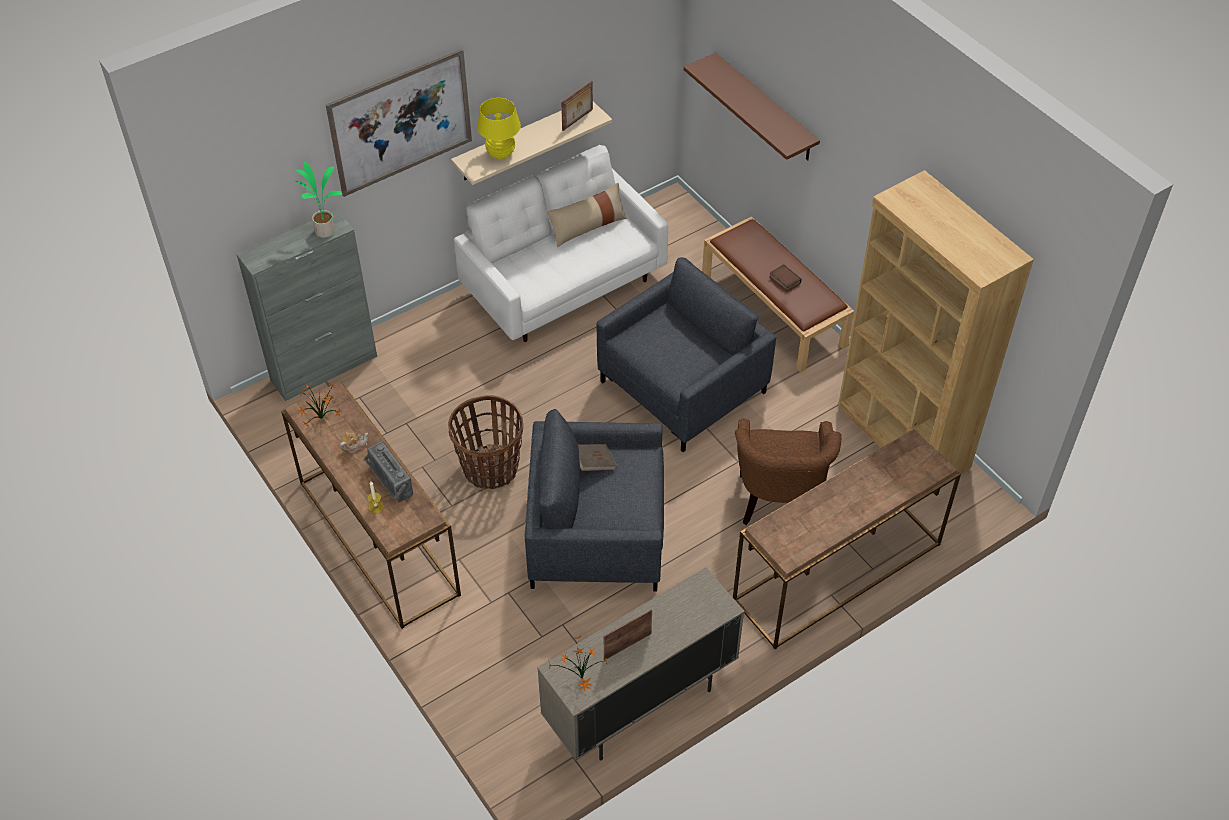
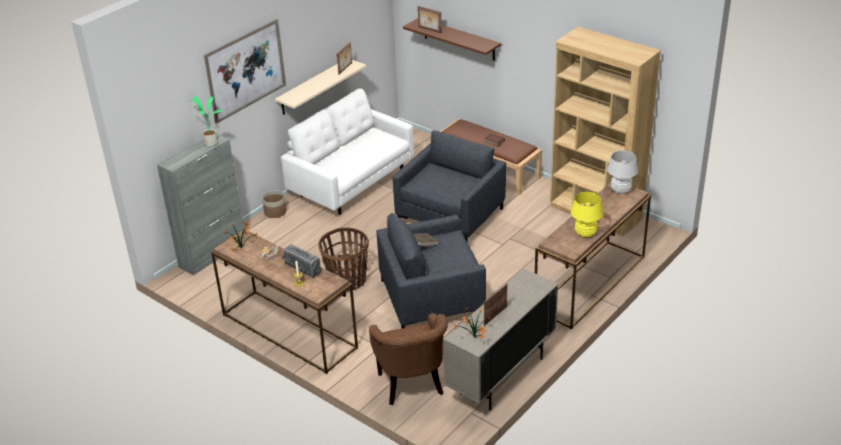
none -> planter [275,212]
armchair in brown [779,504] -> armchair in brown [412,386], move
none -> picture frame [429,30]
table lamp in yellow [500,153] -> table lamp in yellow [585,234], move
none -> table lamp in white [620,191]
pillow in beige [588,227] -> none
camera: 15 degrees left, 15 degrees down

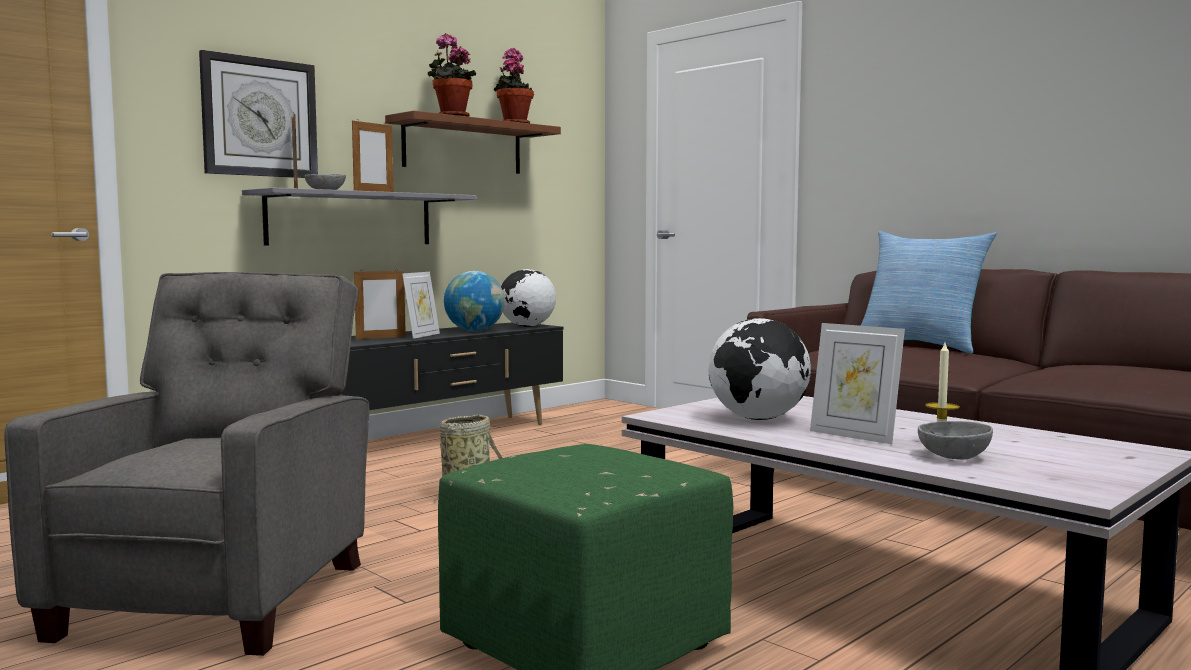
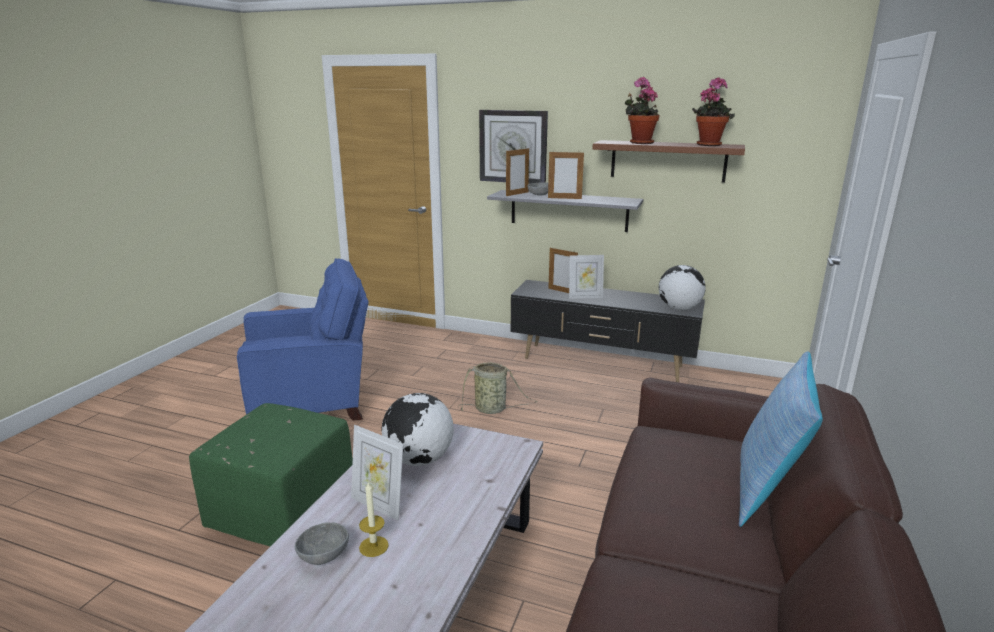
armchair in grey [221,597] -> armchair in blue [312,404]
picture frame [854,436] -> picture frame [378,505], 75 degrees counterclockwise
globe [475,331] -> none
camera: 65 degrees right, 15 degrees up

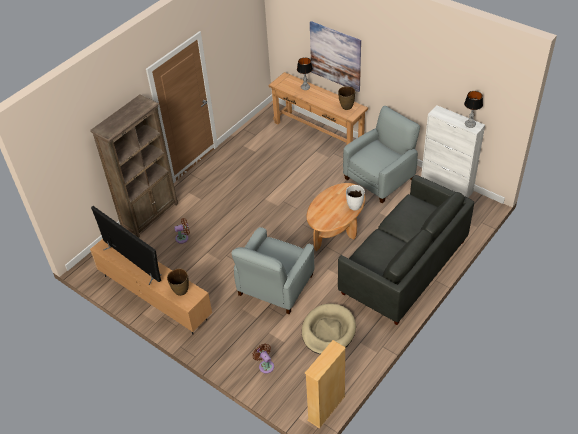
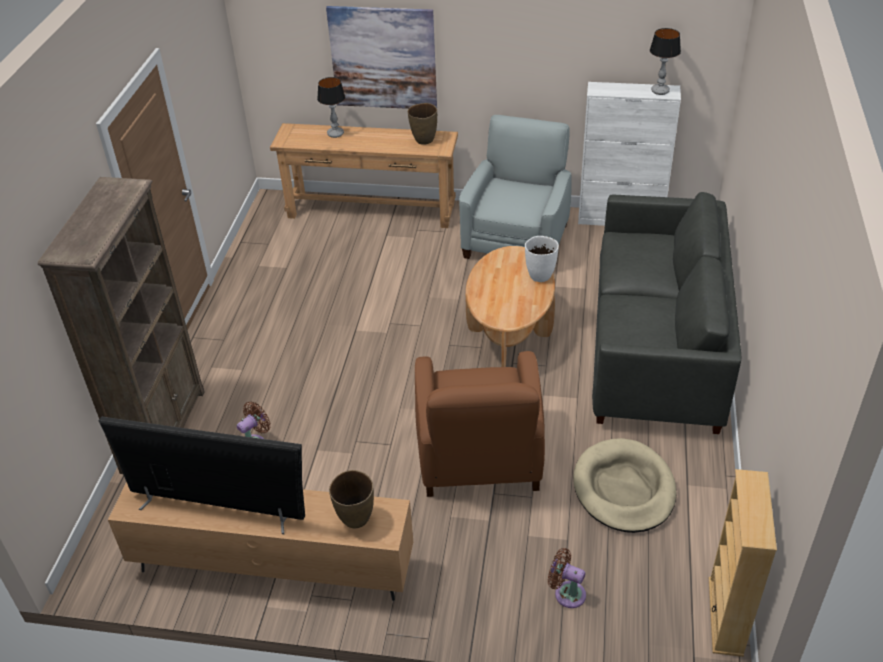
armchair in grey [275,286] -> armchair in brown [479,455]
camera: 30 degrees left, 5 degrees down

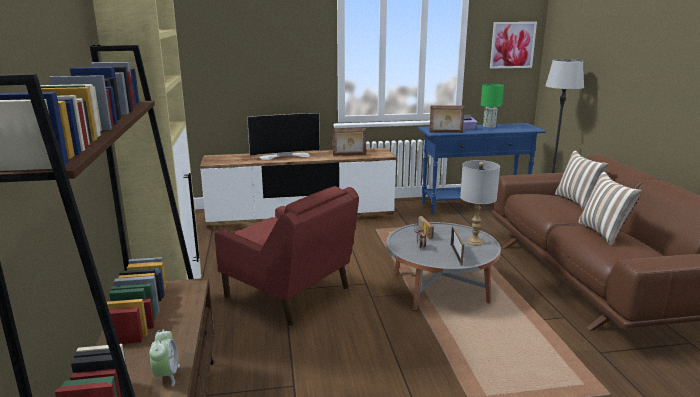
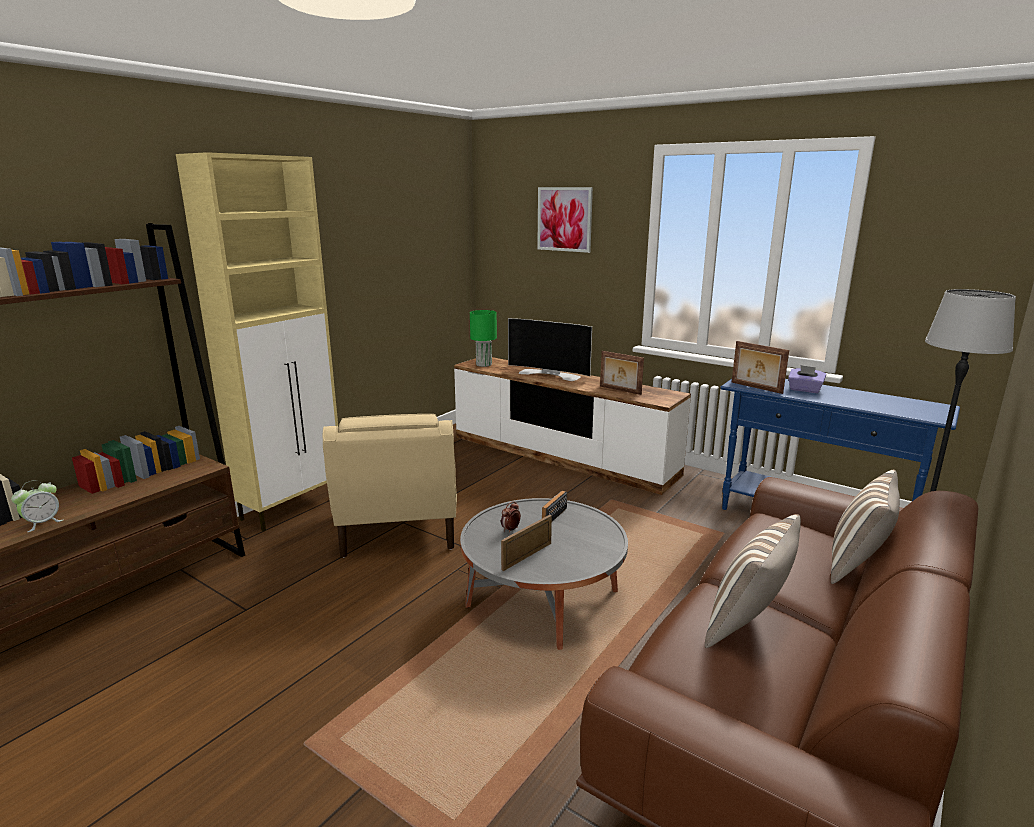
armchair in red [289,294] -> armchair in beige [398,528]
table lamp in green [489,126] -> table lamp in green [484,364], move
picture [512,45] -> picture [564,219], move
table lamp in grey [474,242] -> none
camera: 45 degrees right, 0 degrees up

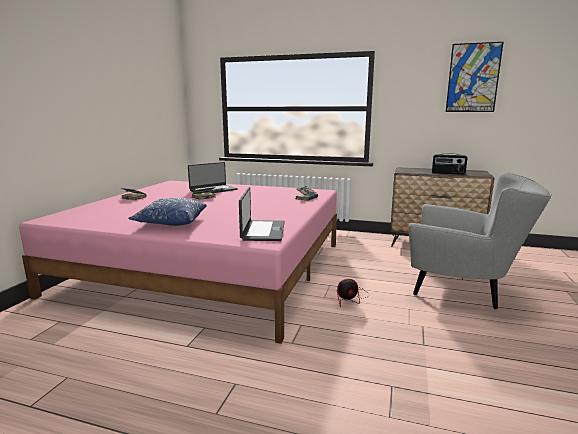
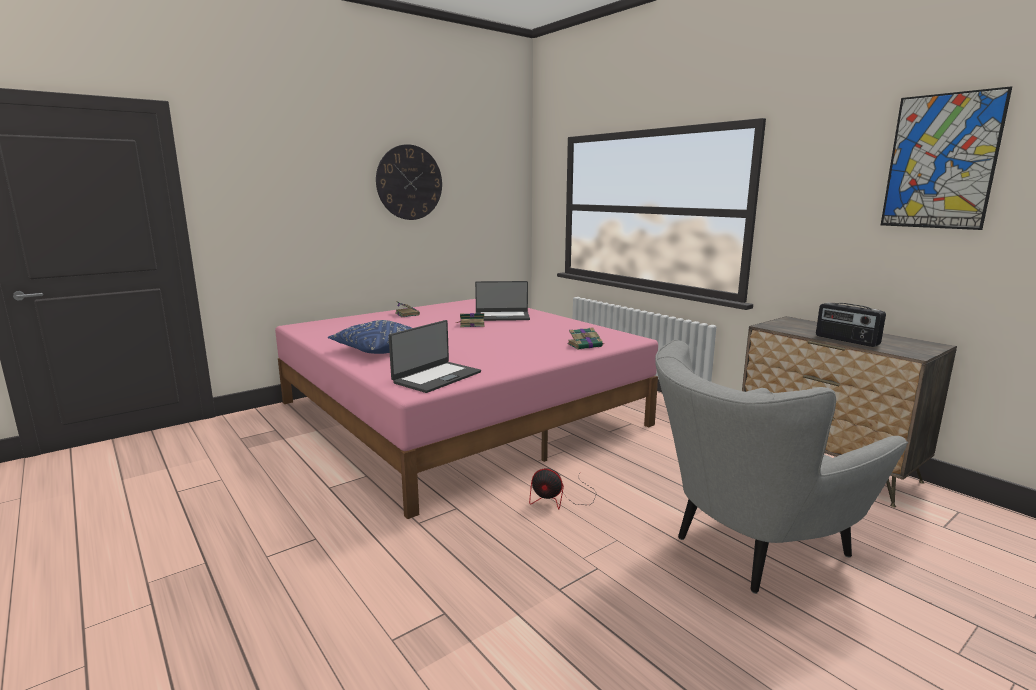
none -> wall clock [409,182]
armchair in grey [464,291] -> armchair in grey [750,548], 90 degrees clockwise
camera: 35 degrees right, 0 degrees up

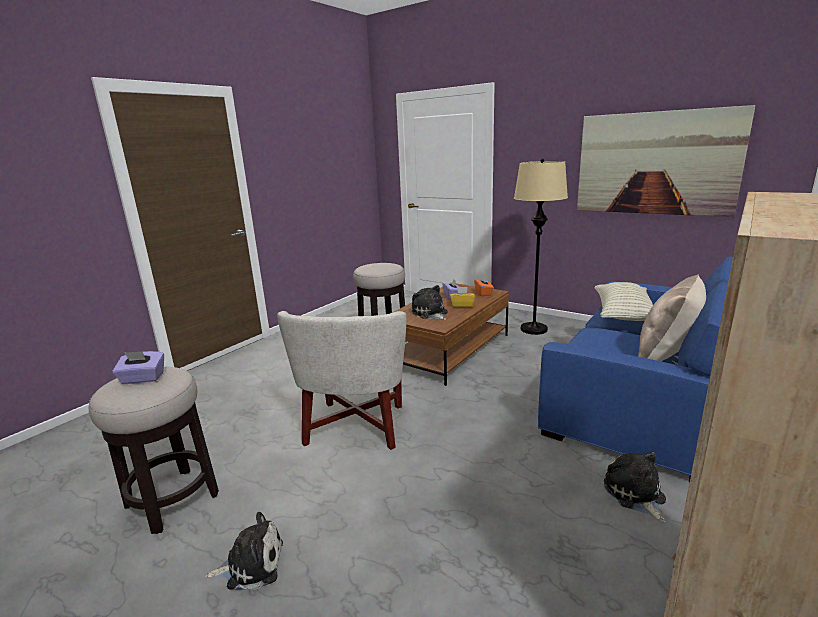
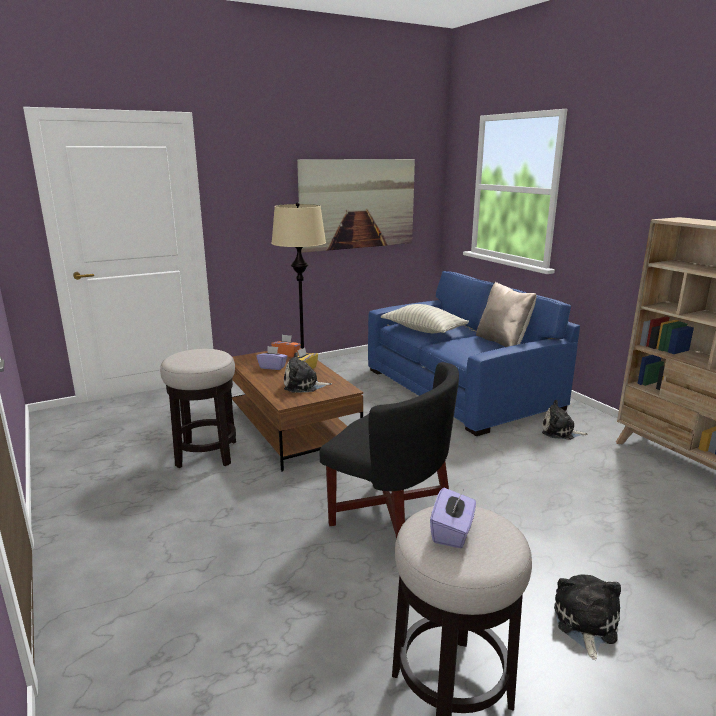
armchair in white [355,426] -> armchair in black [391,517]
camera: 65 degrees left, 0 degrees up

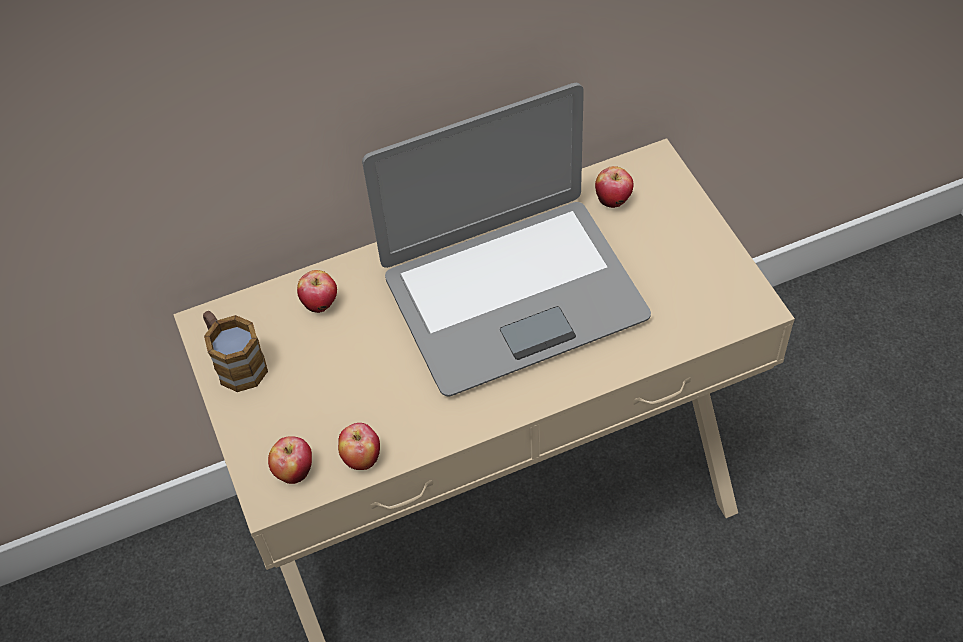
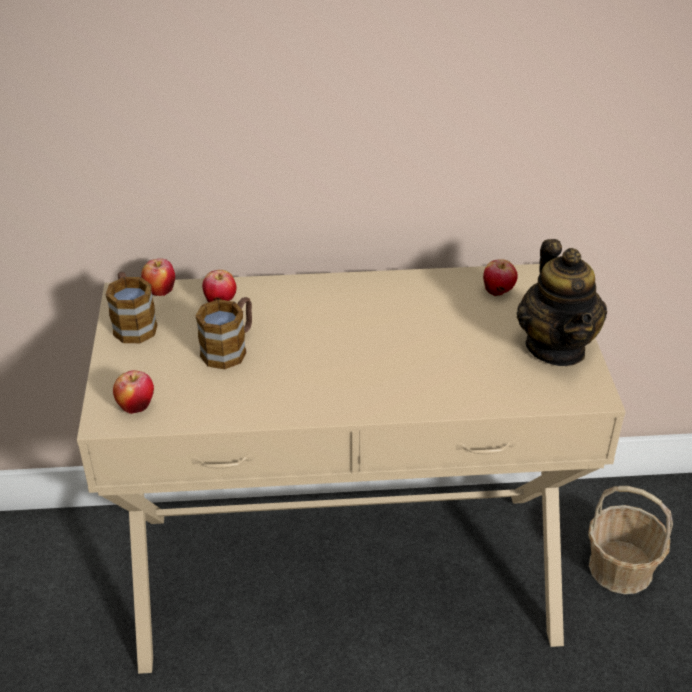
apple [361,458] -> apple [160,291], move
none -> mug [230,348]
none -> teapot [556,347]
none -> basket [621,568]
laptop [513,294] -> none
camera: 15 degrees right, 15 degrees down

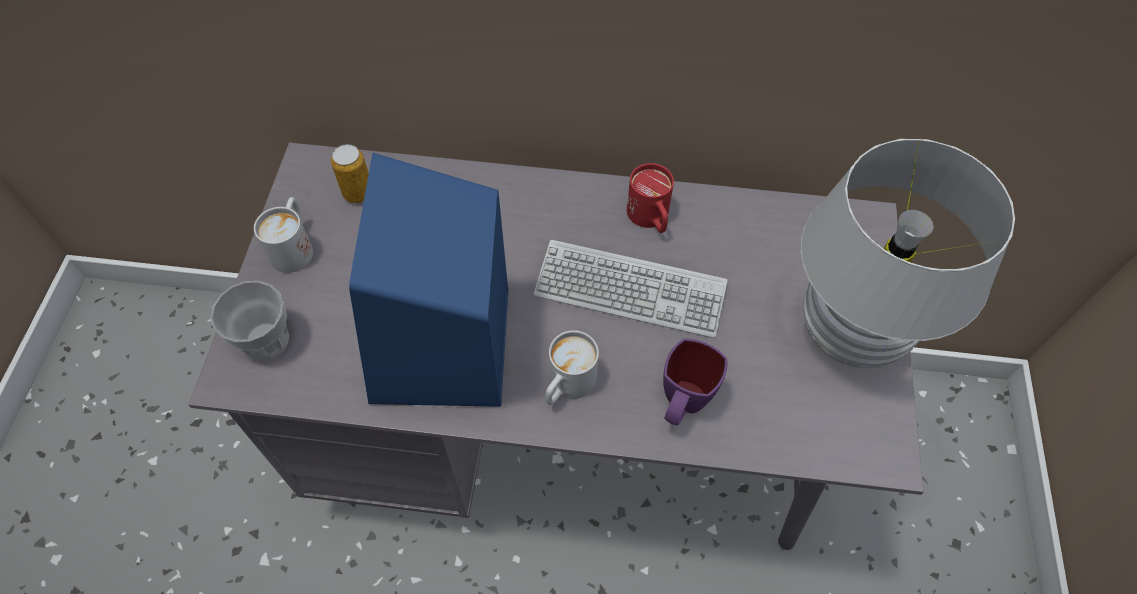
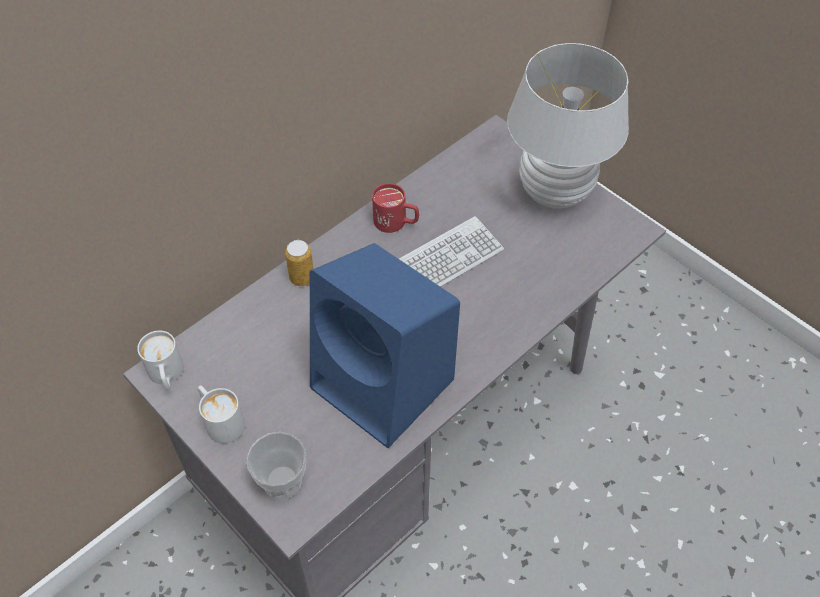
mug in white [566,386] -> mug in white [167,376], move
can [358,193] -> can [302,278], move
mug in purple [682,405] -> none
camera: 50 degrees left, 5 degrees down

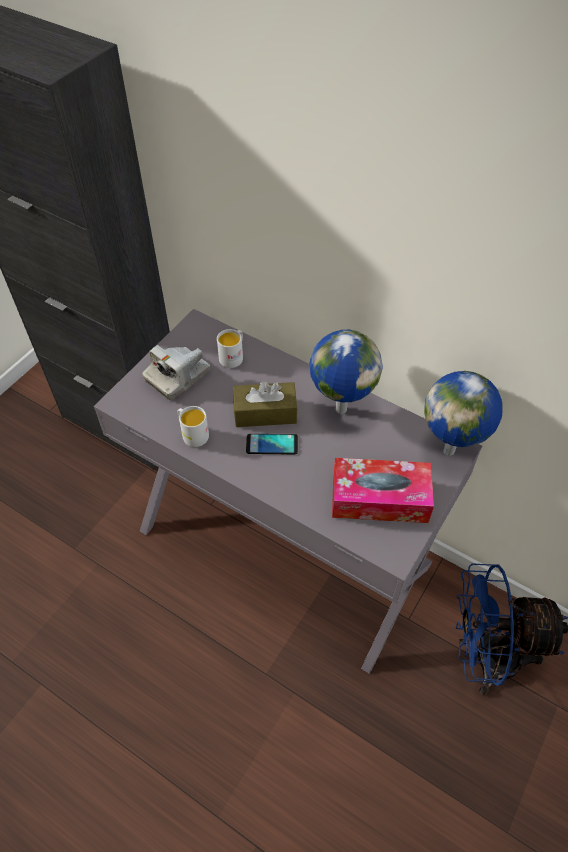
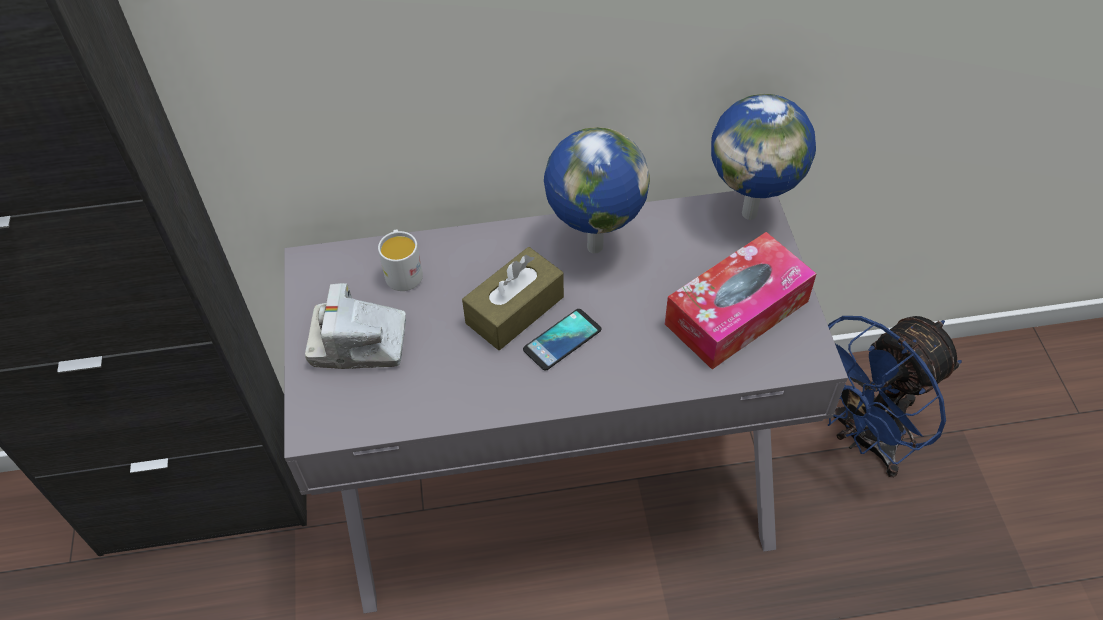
photo camera [177,376] -> photo camera [359,343], 90 degrees clockwise
mug in white [192,433] -> none
camera: 40 degrees left, 0 degrees up

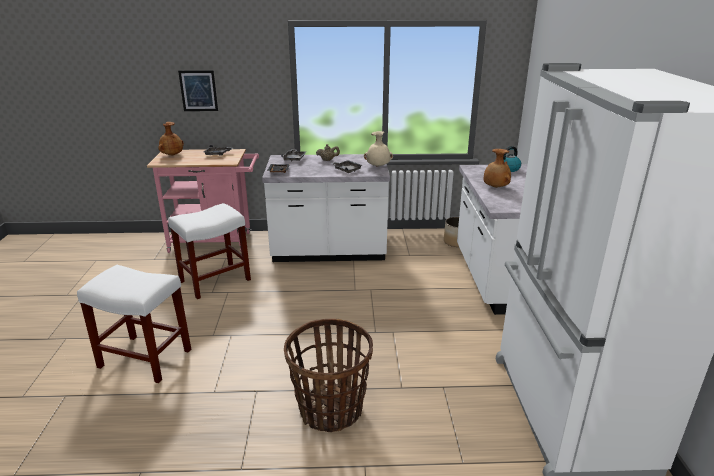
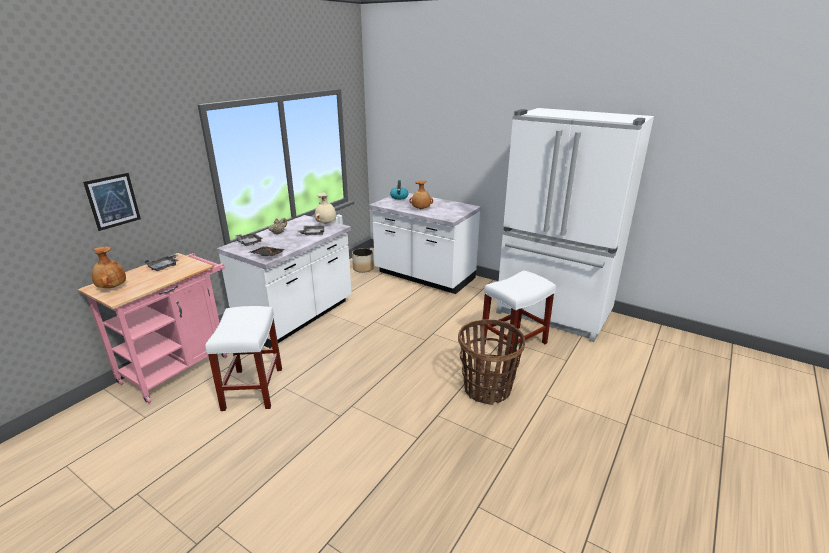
stool in white [146,358] -> stool in white [514,343], move
camera: 55 degrees left, 0 degrees up

